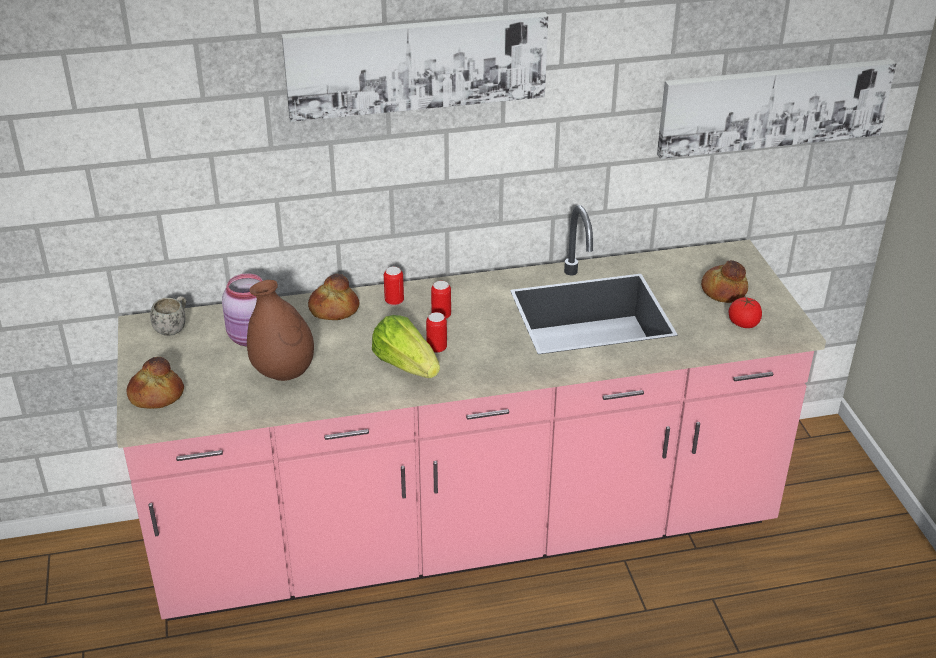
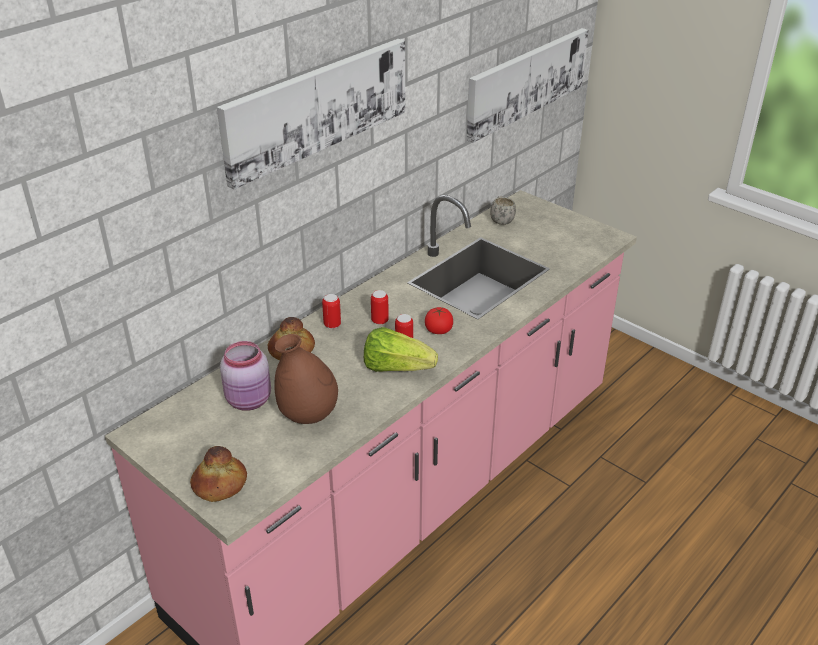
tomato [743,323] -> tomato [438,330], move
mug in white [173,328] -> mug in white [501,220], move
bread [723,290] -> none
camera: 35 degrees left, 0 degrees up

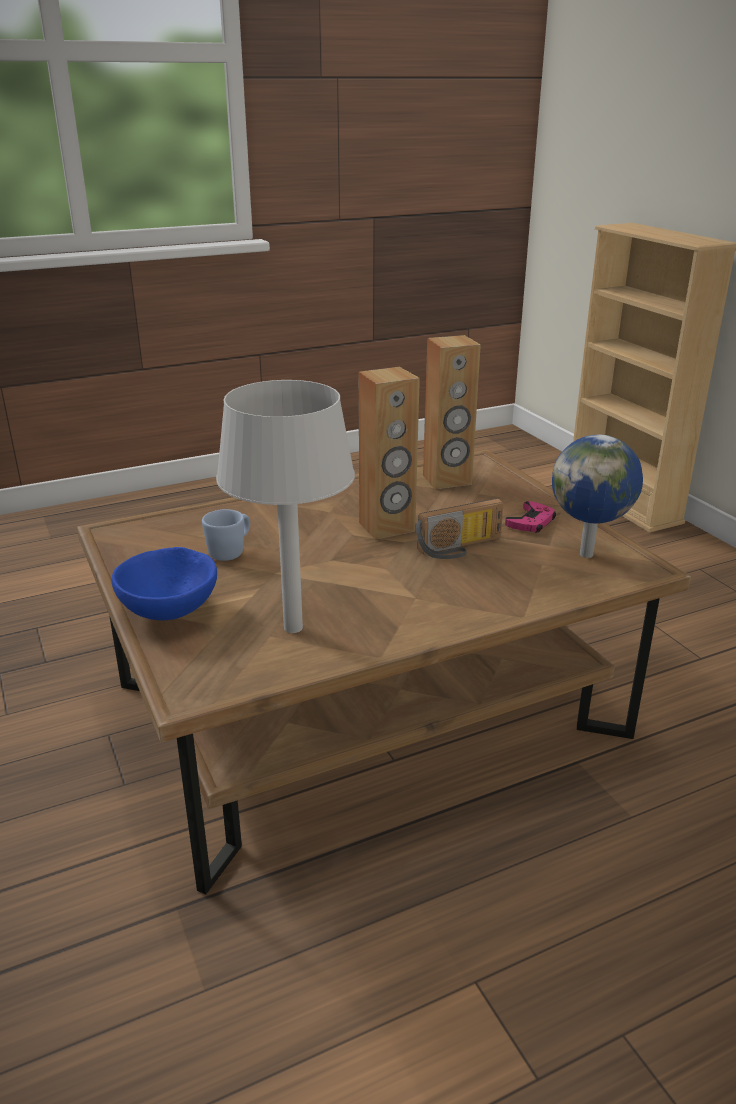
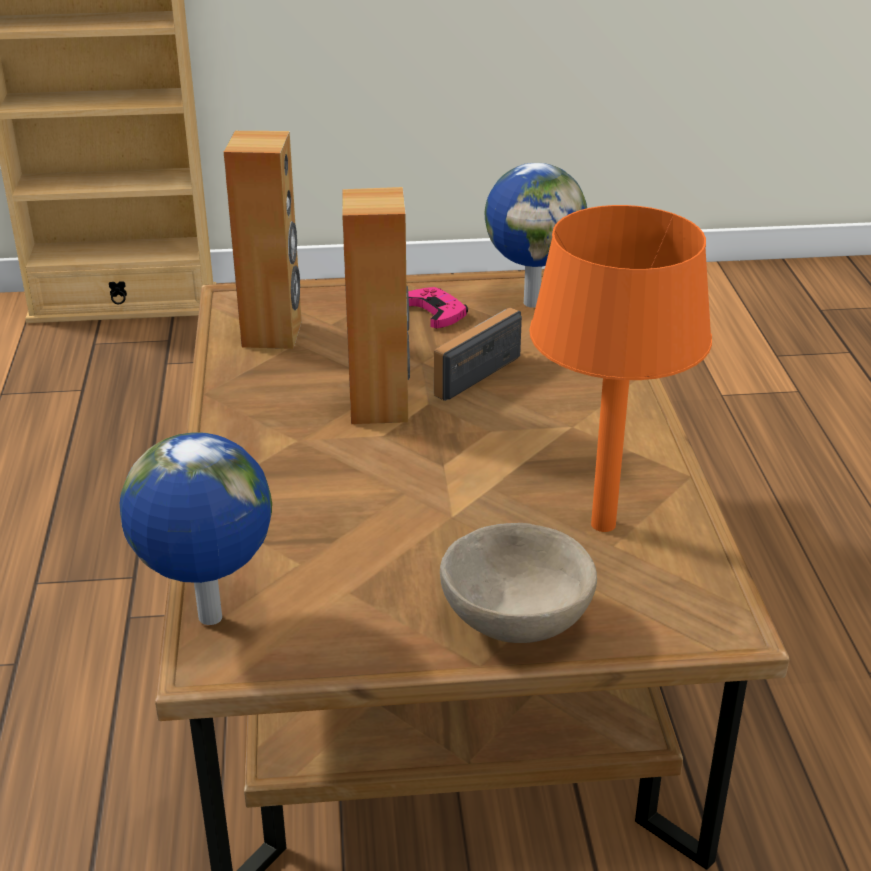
none -> globe [209,619]
radio [461,548] -> radio [471,370], 135 degrees counterclockwise
bowl in blue [170,610] -> bowl in beige [517,619]
table lamp in grey [294,627] -> table lamp in orange [603,523]
mug in blue [231,552] -> none
camera: 70 degrees left, 5 degrees up

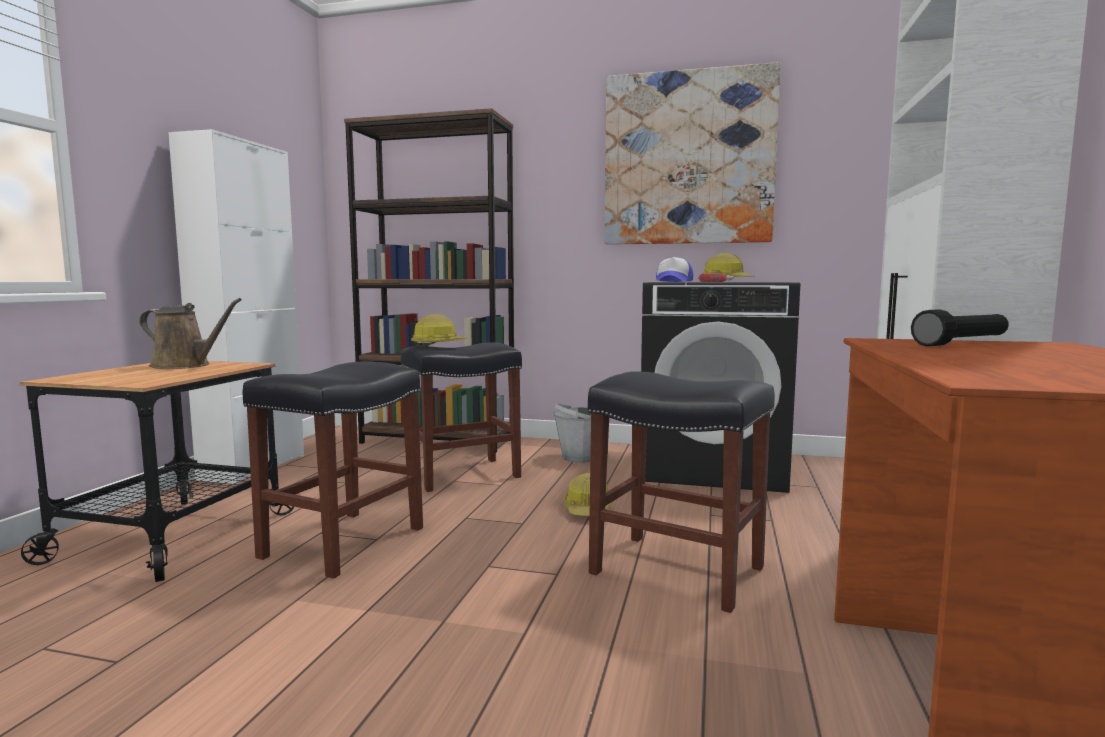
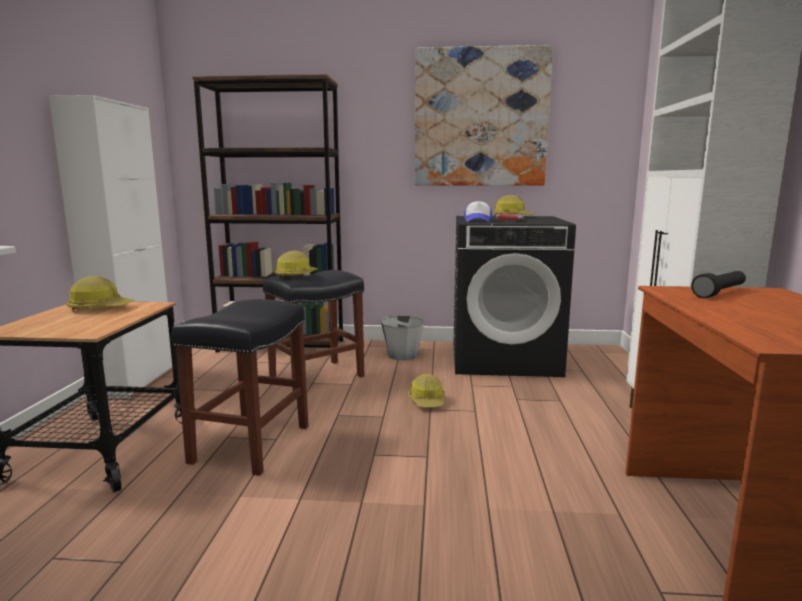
watering can in brown [185,365] -> hard hat [99,308]
stool in black [679,570] -> none
camera: 10 degrees left, 5 degrees up

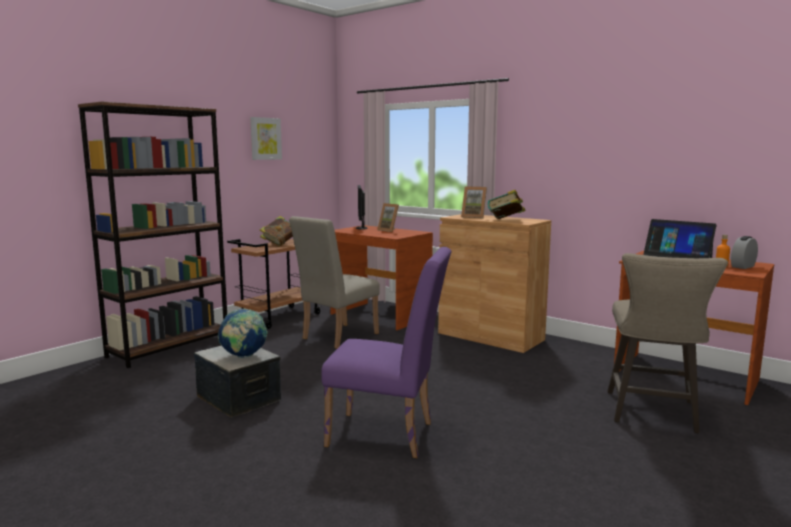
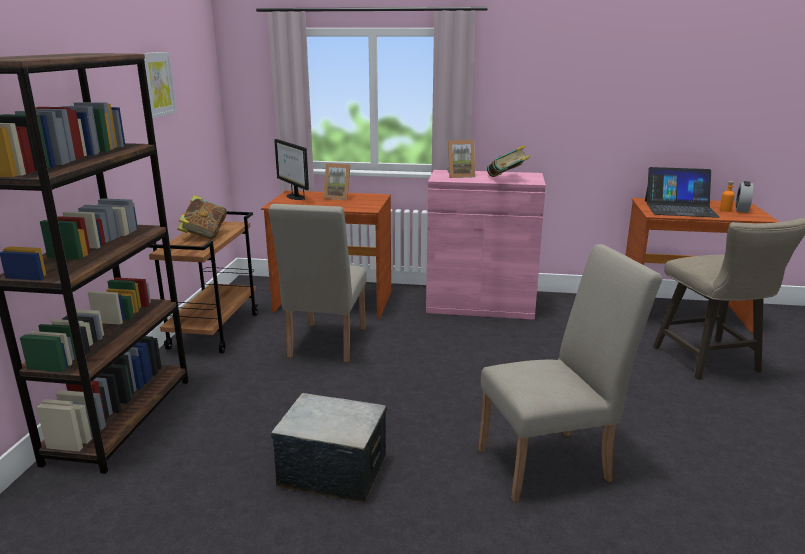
cabinet in brown [490,336] -> cabinet in pink [480,305]
chair in purple [388,435] -> chair in beige [553,463]
globe [243,356] -> none
camera: 30 degrees left, 10 degrees up

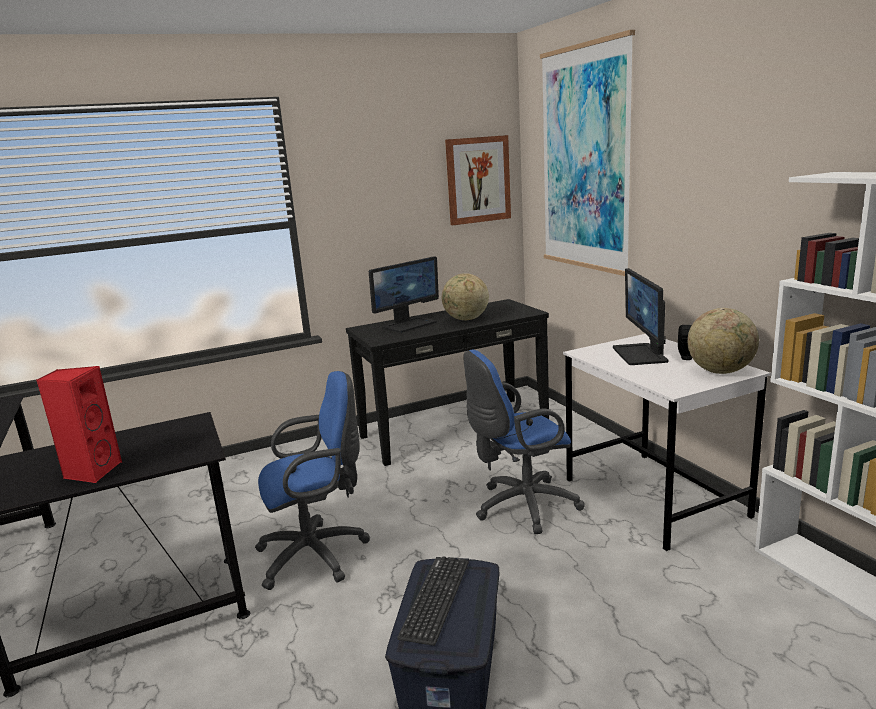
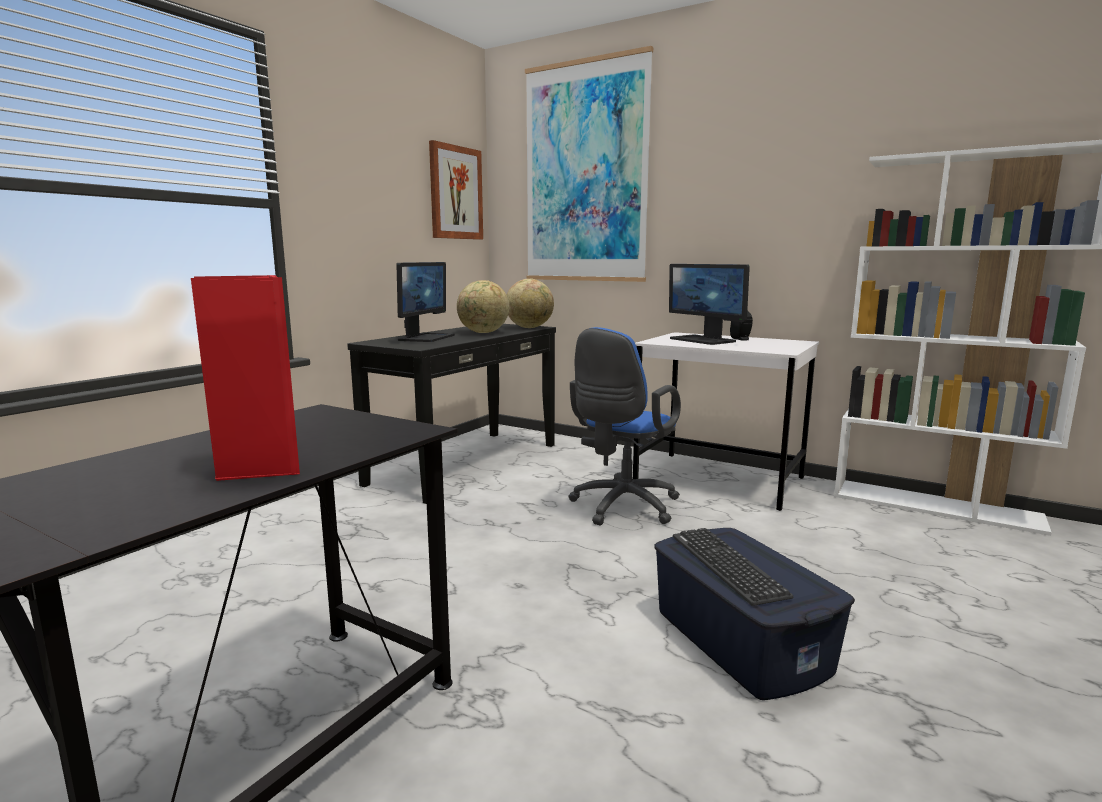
globe [720,371] -> globe [529,327], move
office chair in blue [318,554] -> none
camera: 35 degrees left, 5 degrees down

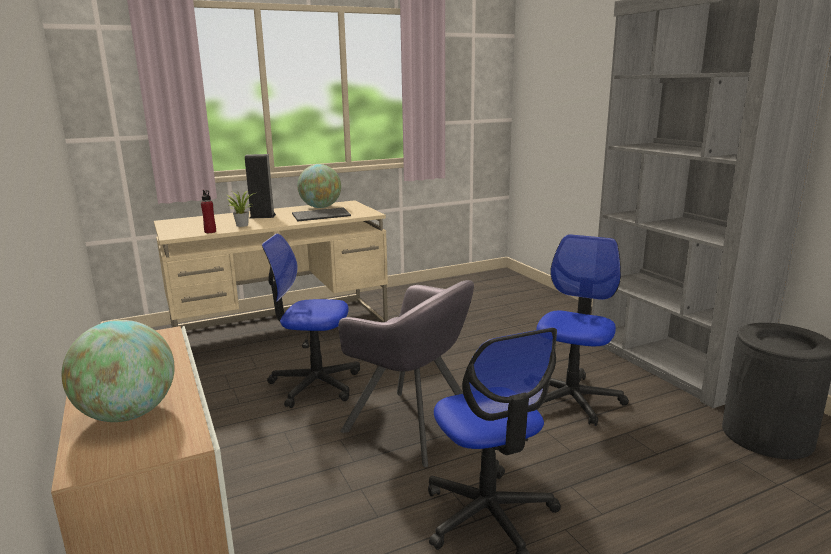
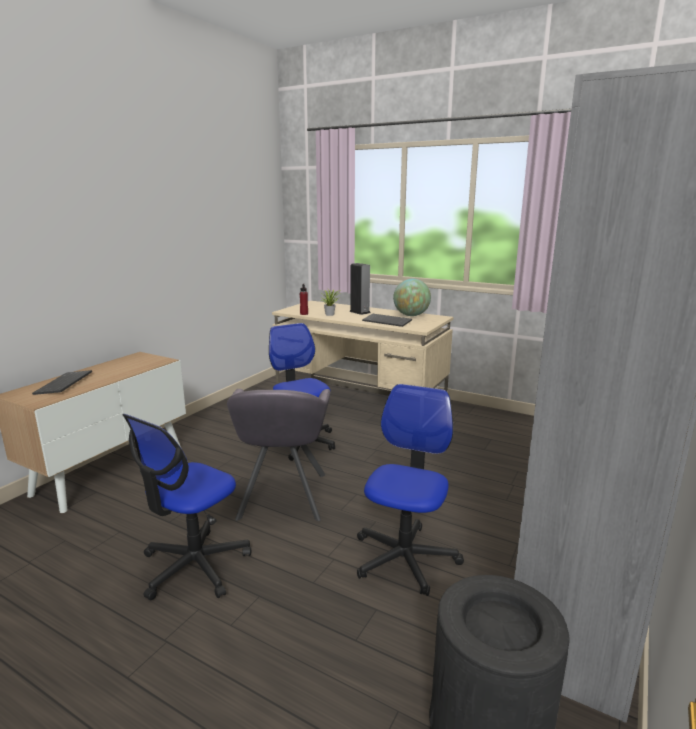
globe [128,414] -> keyboard [65,384]
office chair [571,399] -> office chair [405,558], 60 degrees counterclockwise
camera: 55 degrees right, 0 degrees up

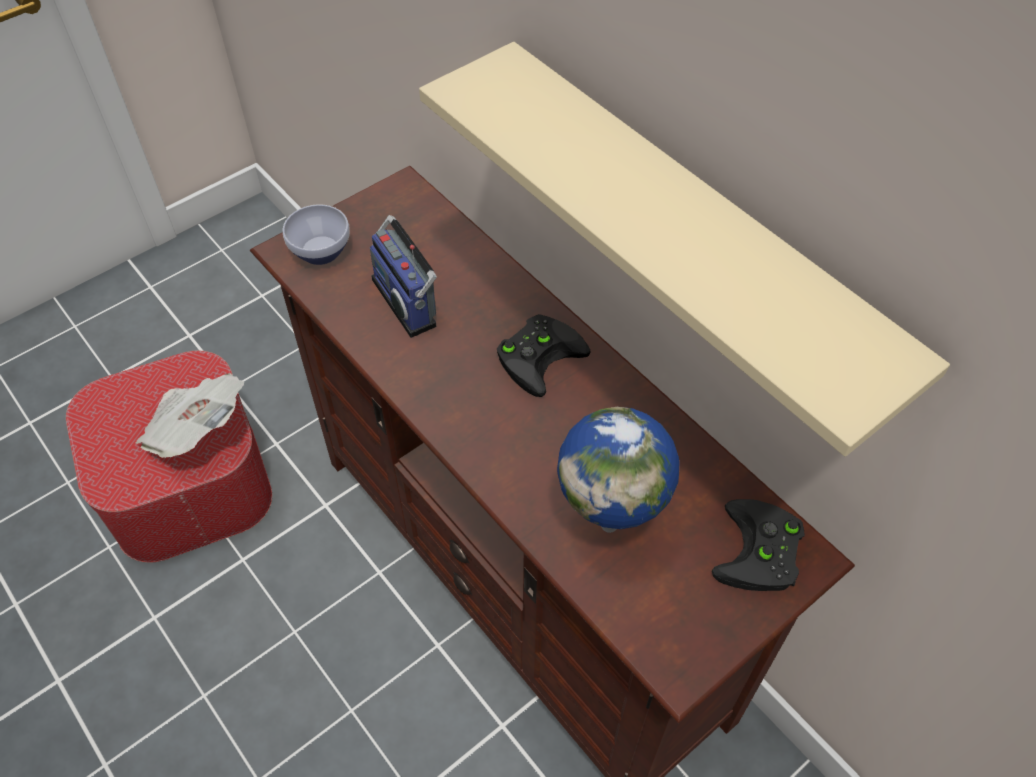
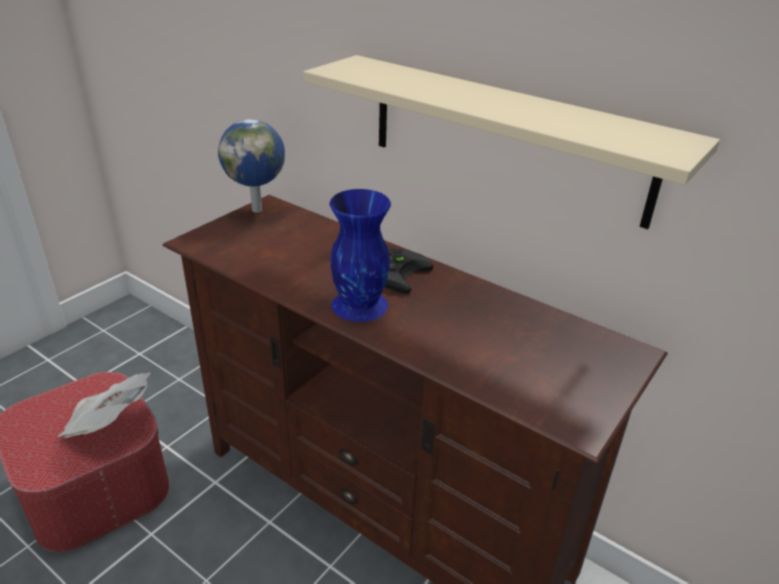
globe [611,522] -> globe [258,209], move
none -> vase in blue [360,304]
bowl [321,252] -> none
radio [408,301] -> none
game controller in black [761,554] -> none
camera: 15 degrees left, 20 degrees down

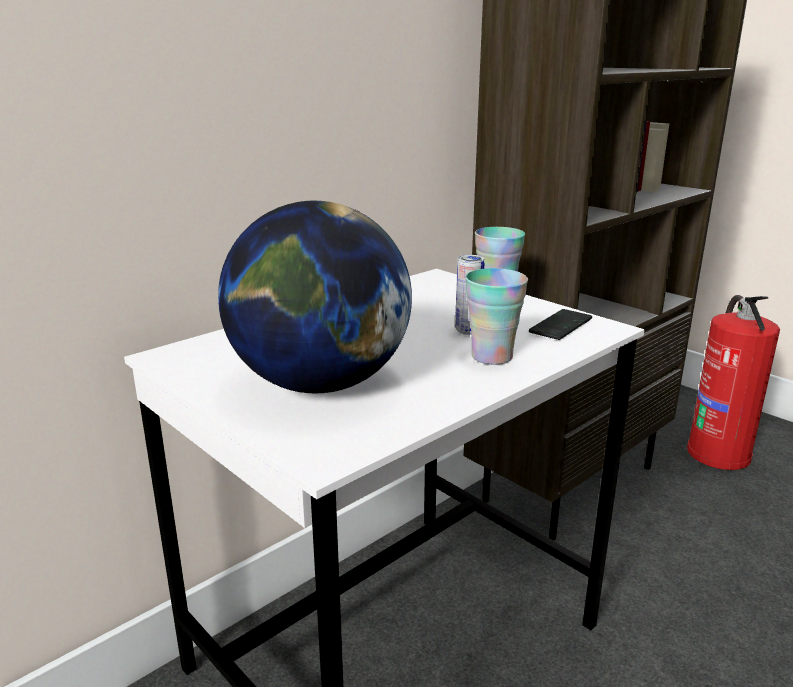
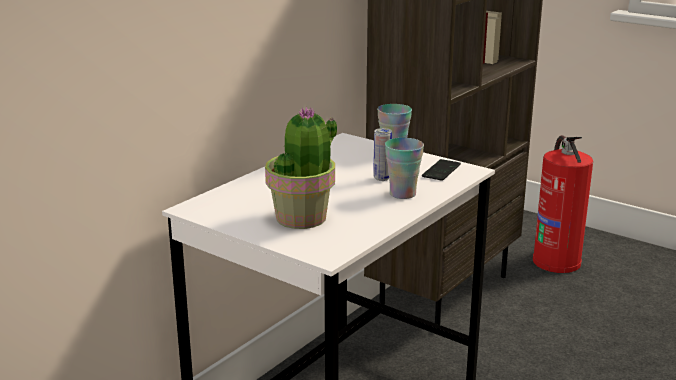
globe [319,383] -> potted plant [302,218]
camera: 10 degrees left, 0 degrees up

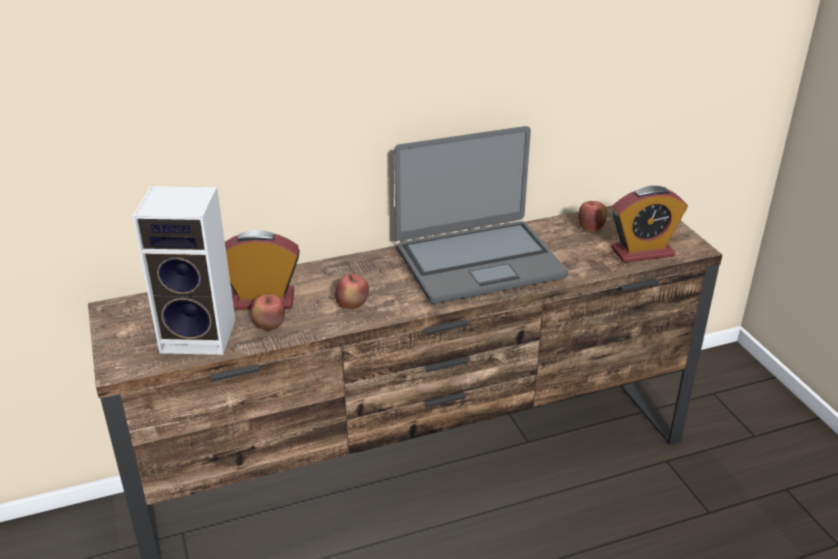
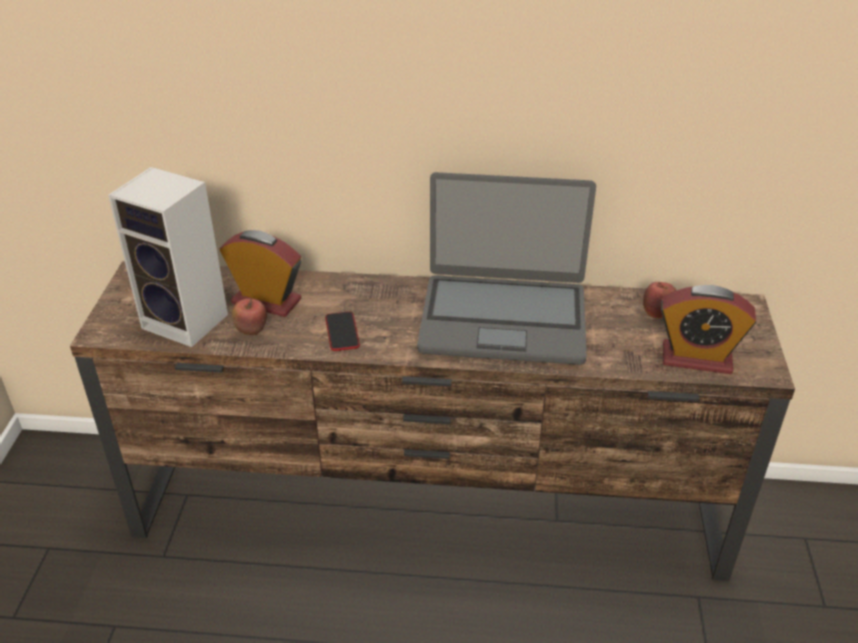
apple [352,306] -> phone [342,332]
camera: 25 degrees right, 5 degrees up

